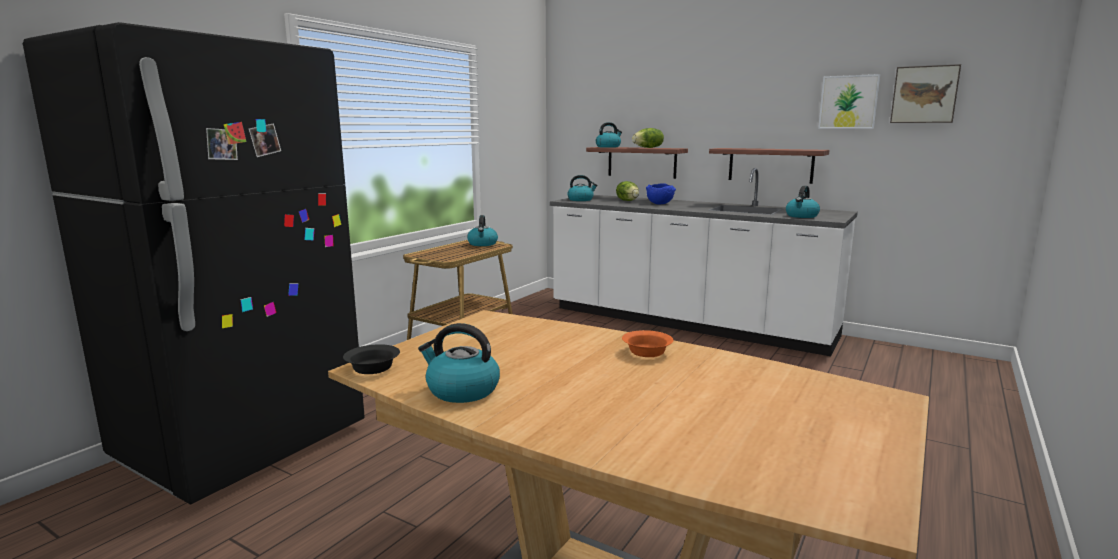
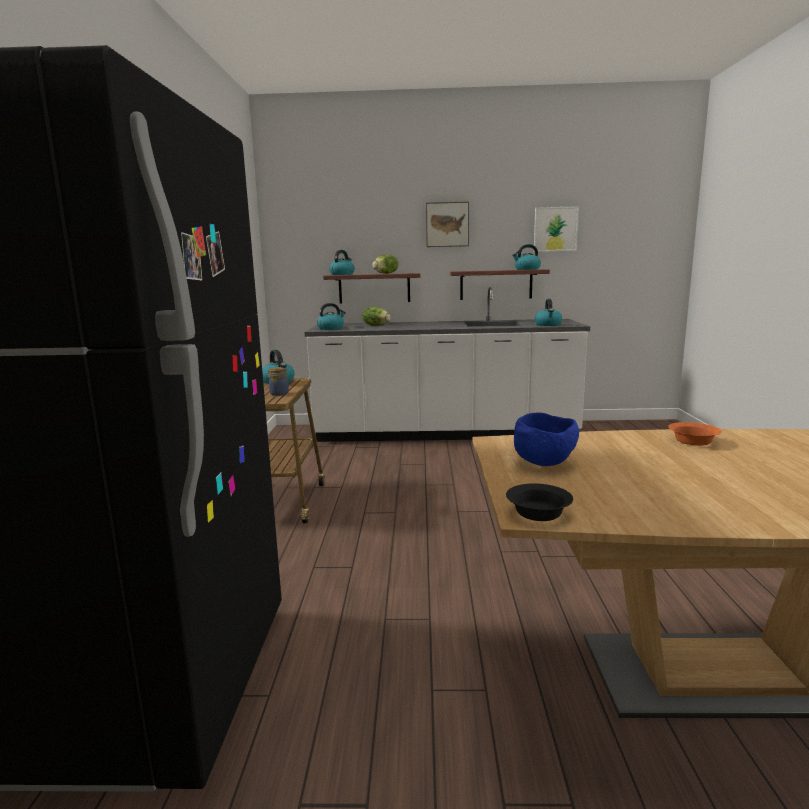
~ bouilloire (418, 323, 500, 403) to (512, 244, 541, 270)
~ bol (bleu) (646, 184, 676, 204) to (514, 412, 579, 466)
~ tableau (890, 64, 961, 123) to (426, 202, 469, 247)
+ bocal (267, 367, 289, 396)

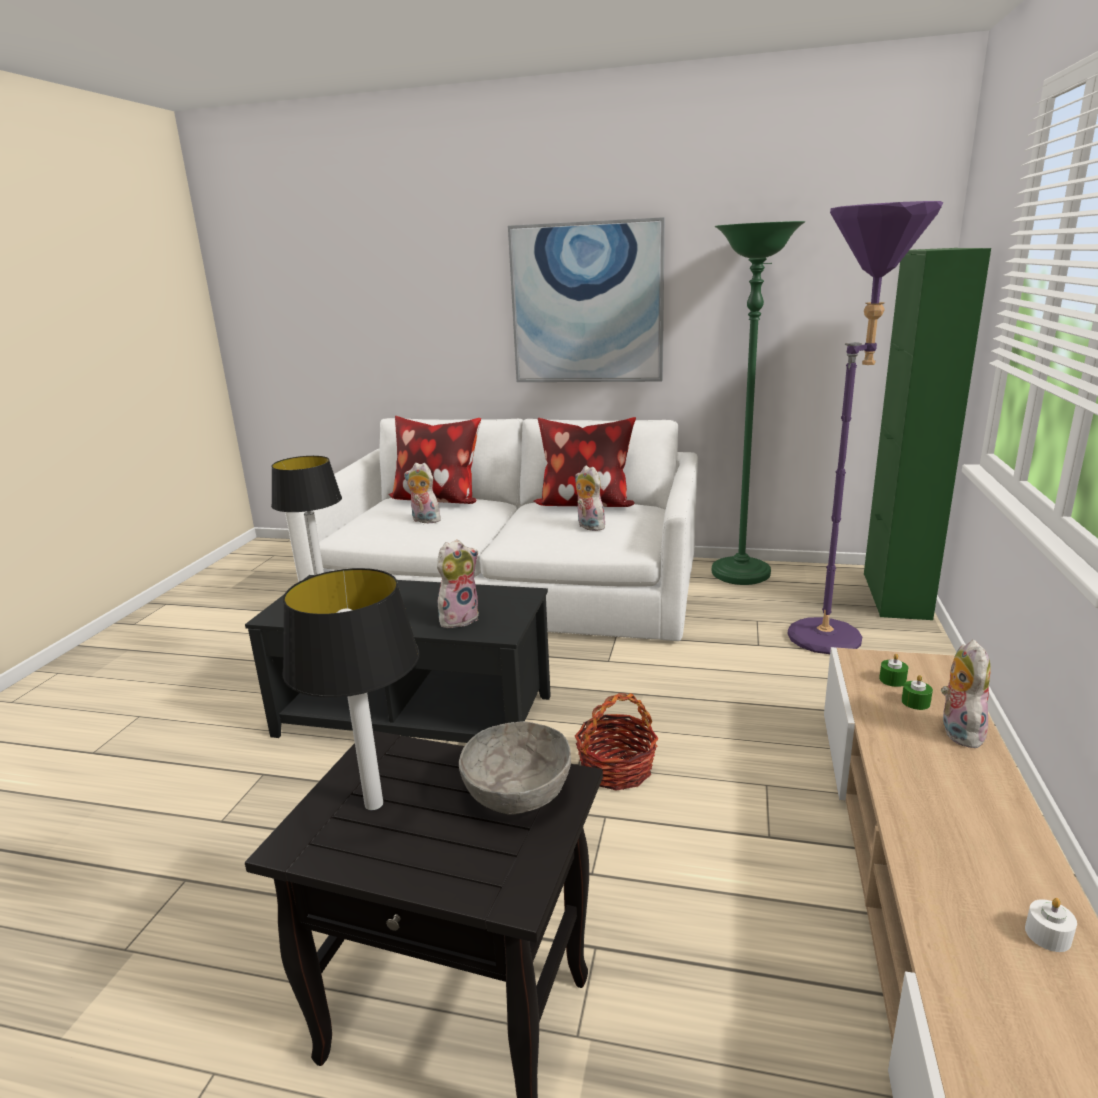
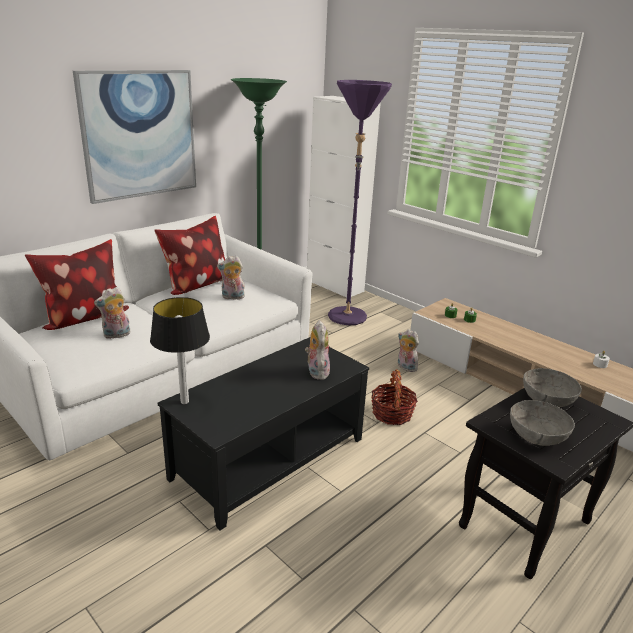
~ lampe de table (282, 568, 420, 810) to bol (gris) (510, 400, 575, 446)
~ meuble de rangement (vert) (864, 248, 991, 620) to meuble de rangement (blanc) (307, 96, 381, 298)
~ peluche (941, 640, 990, 748) to (398, 329, 420, 372)

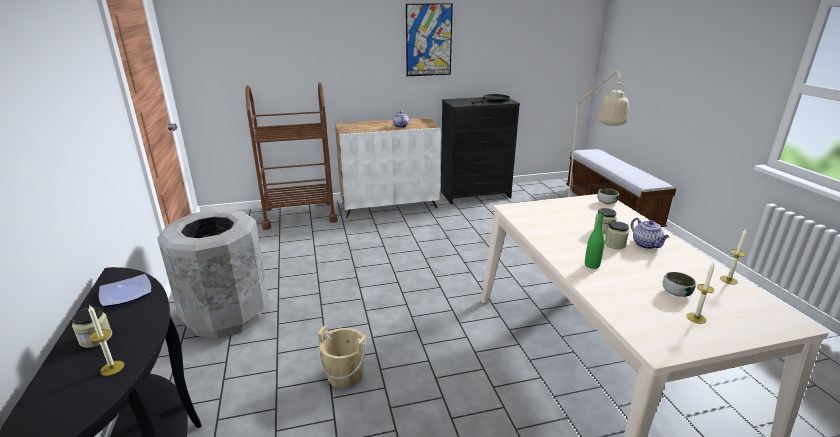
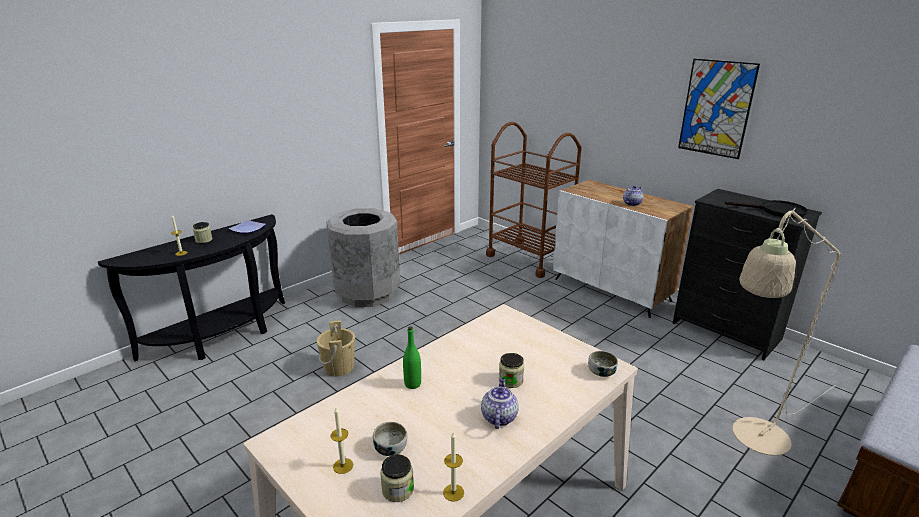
~ bocal (605, 221, 629, 249) to (380, 454, 414, 502)
~ théière (631, 218, 669, 249) = (481, 378, 519, 429) 150 degrees clockwise

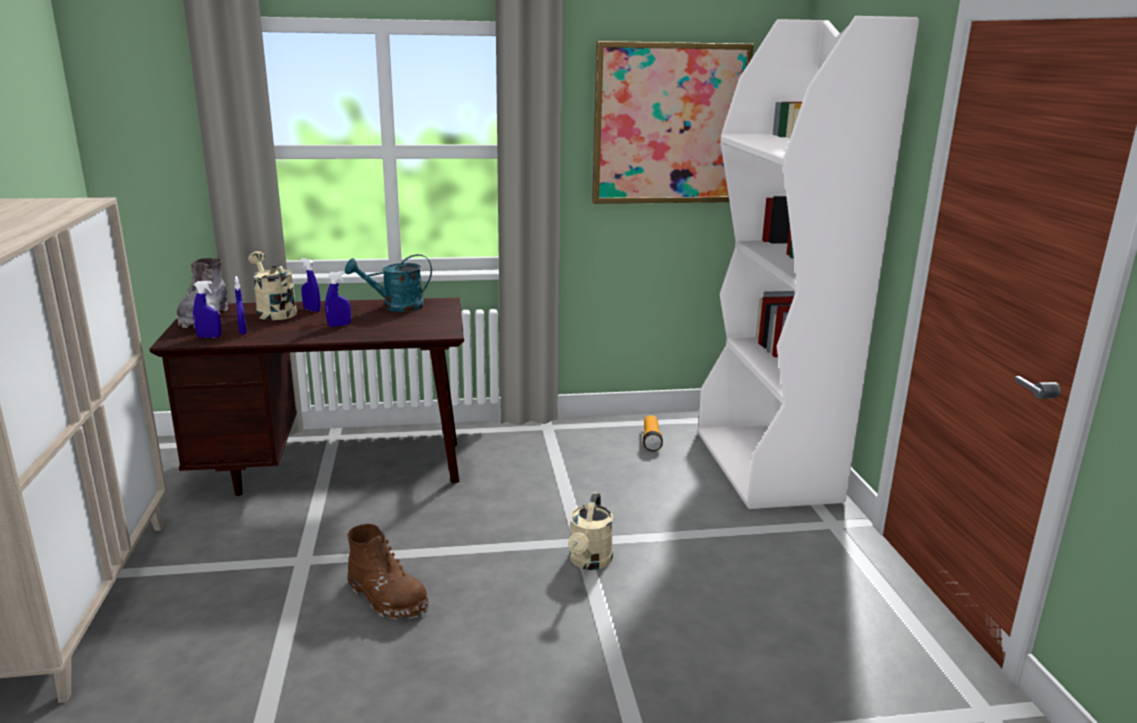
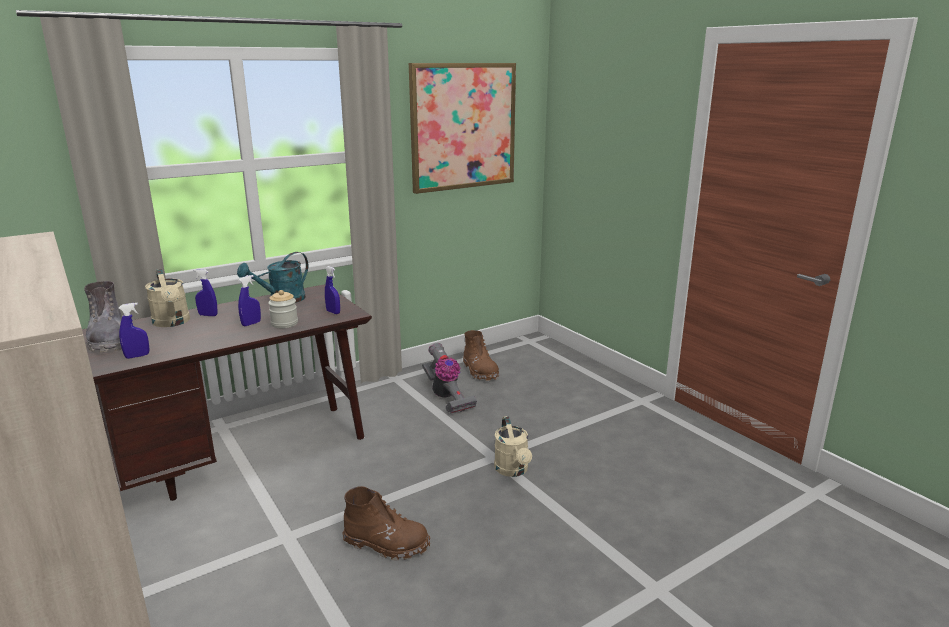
~ vaporisateur (bleu) (235, 276, 247, 335) to (325, 266, 340, 314)
~ arrosoir (beige) (248, 251, 297, 320) = (145, 269, 190, 327) 150 degrees counterclockwise
~ lampe de poche (643, 415, 663, 451) to botte (marron) (463, 330, 499, 381)
- bibliothèque (blanc) (698, 16, 919, 509)
+ bocal (268, 290, 298, 328)
+ aspirateur (422, 343, 477, 414)

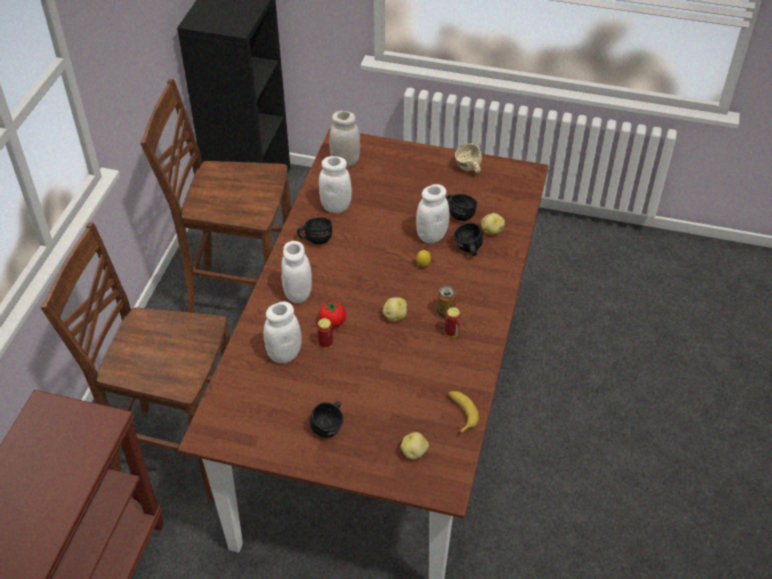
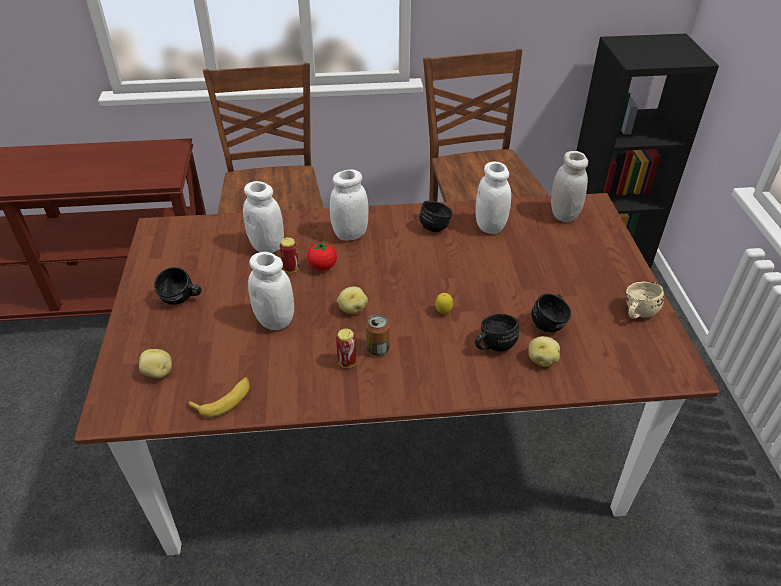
~ bocal (blanc) (416, 184, 449, 243) to (248, 252, 294, 330)

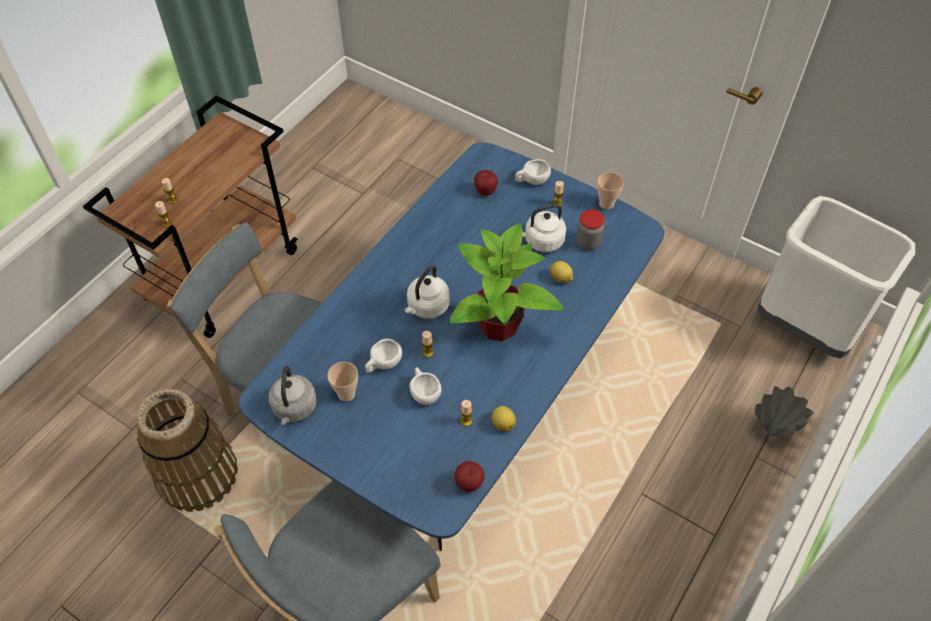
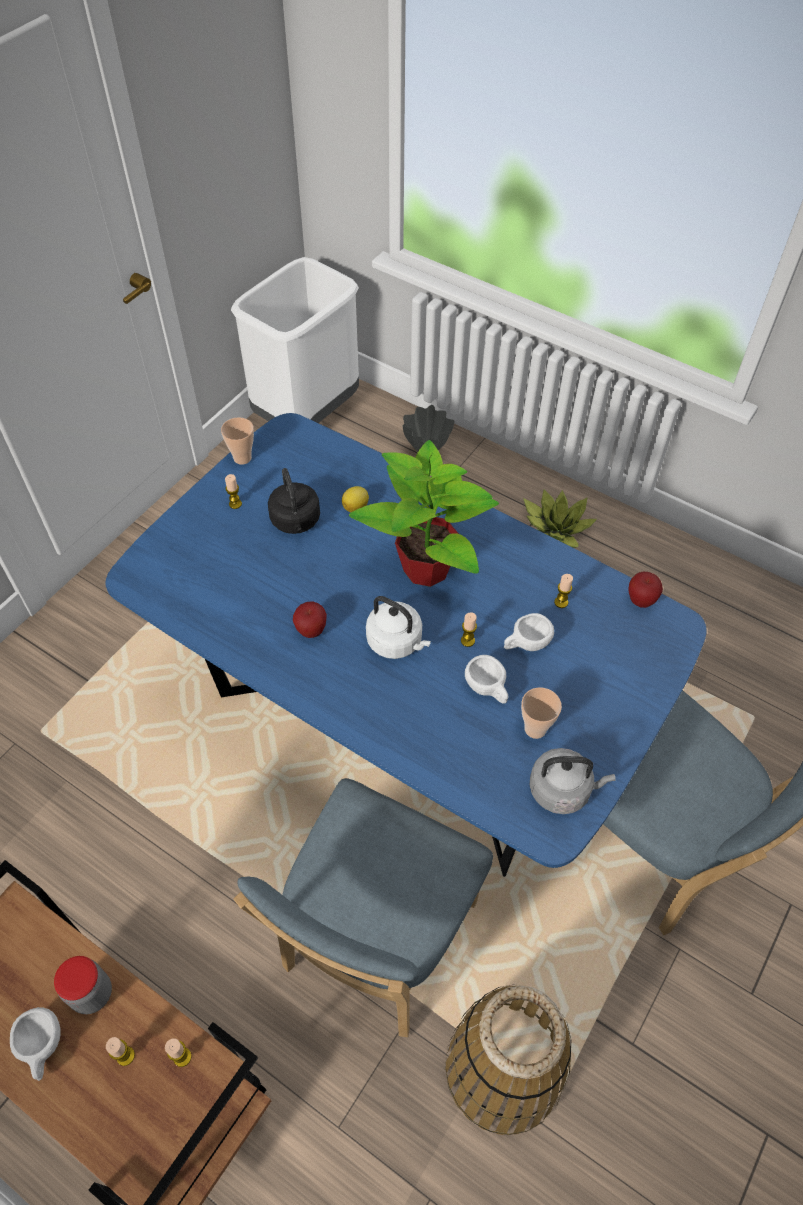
~ pomme (474, 170, 498, 196) to (293, 601, 327, 638)
- citron (492, 406, 516, 431)
~ tasse (blanc) (515, 159, 551, 185) to (10, 1007, 61, 1081)
~ bouilloire (blanc) (522, 204, 566, 252) to bouilloire (noir) (268, 468, 320, 534)
~ bocal (576, 209, 605, 250) to (54, 956, 112, 1014)
+ plante en pot (523, 490, 597, 548)

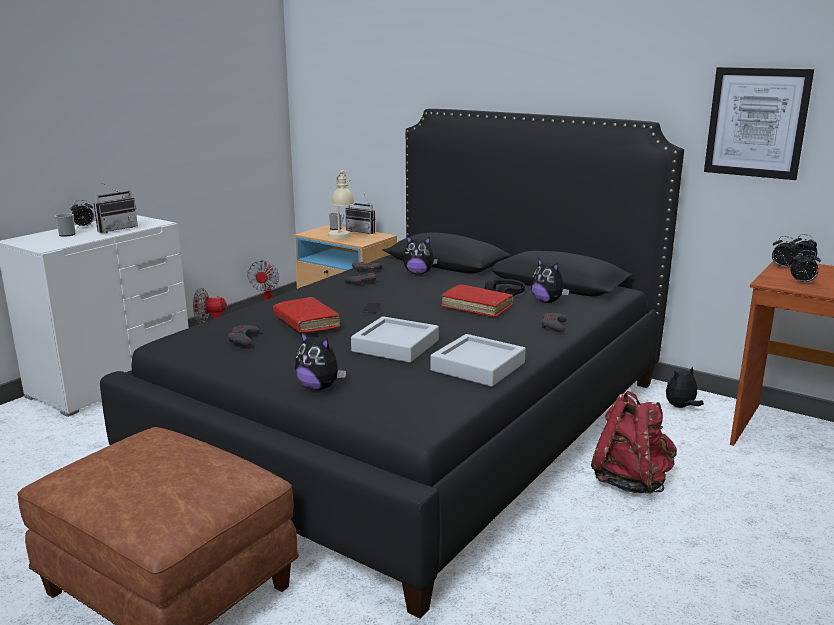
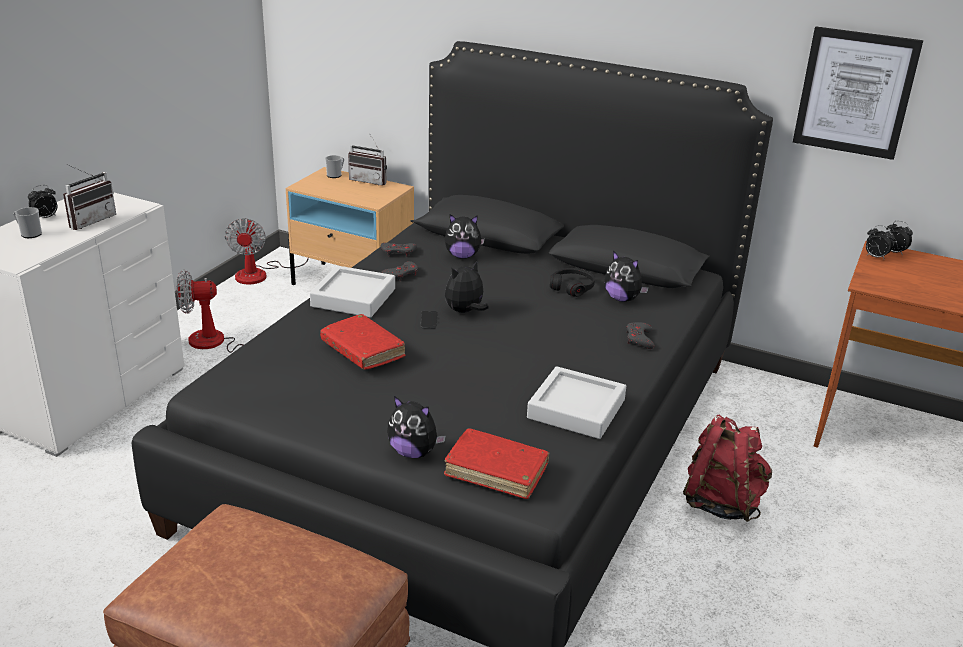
- manette (gris) (228, 325, 260, 346)
- lampe de table (beige) (328, 170, 355, 239)
~ plateau (gris) (351, 316, 439, 363) to (310, 266, 395, 317)
~ livre (rouge) (441, 284, 513, 317) to (444, 429, 549, 499)
~ peluche (666, 366, 704, 408) to (445, 261, 489, 313)
- réveil (790, 250, 821, 283)

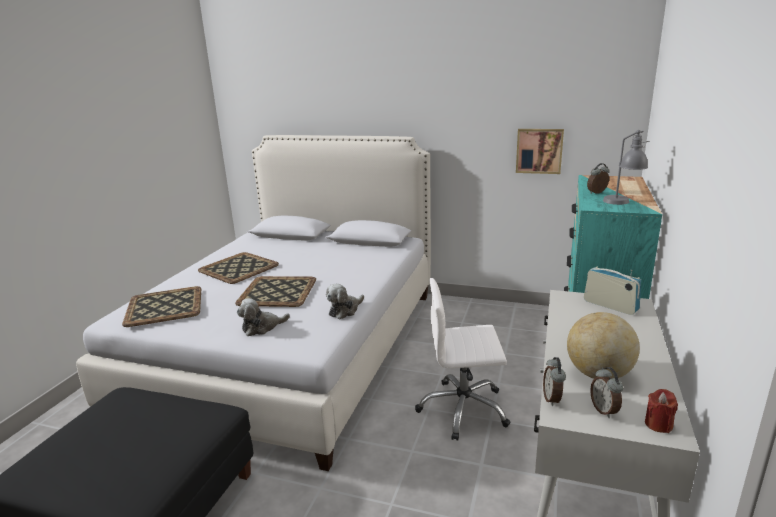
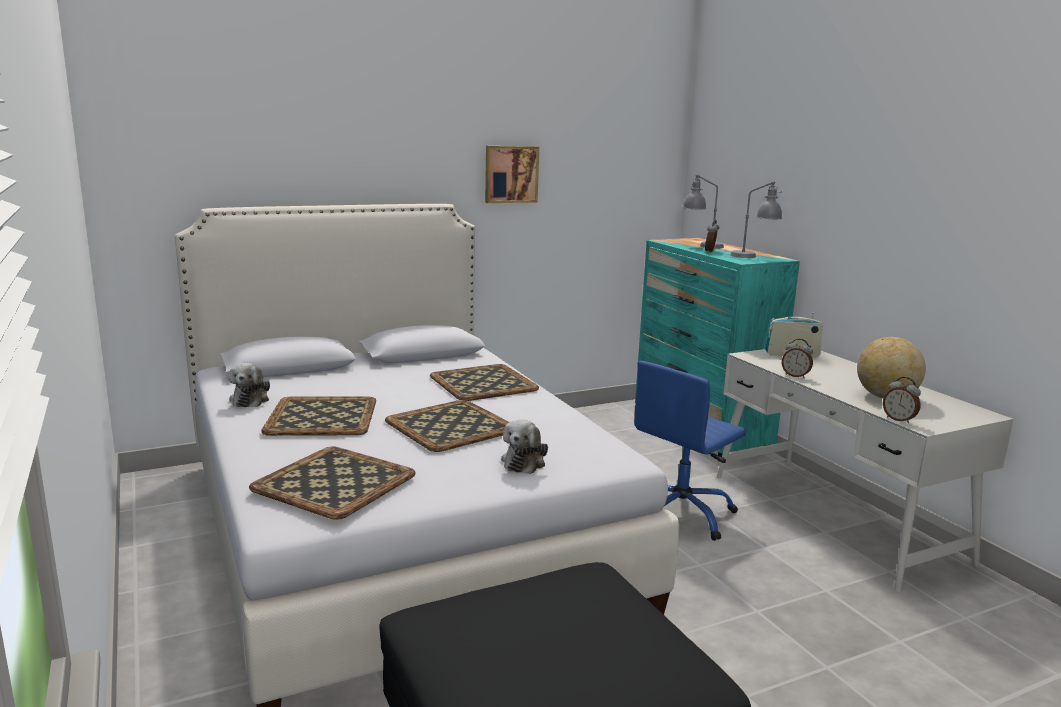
~ peluche (326, 284, 364, 319) to (229, 363, 270, 407)
~ chaise de bureau (blanc) (415, 278, 511, 441) to chaise de bureau (bleu) (634, 361, 746, 541)
~ tableau (516, 129, 564, 174) to (485, 146, 539, 203)
~ réveil (590, 367, 623, 418) to (782, 339, 813, 378)
- bougie (rouge) (645, 389, 678, 433)
+ plateau (430, 364, 539, 401)
+ lampe de table (gris) (683, 174, 724, 249)

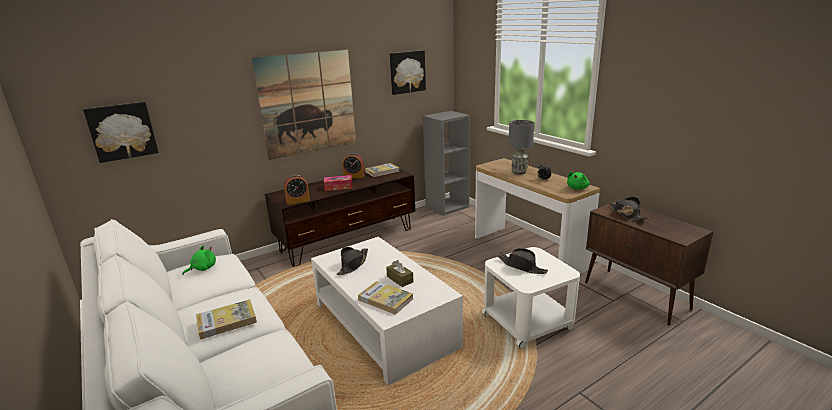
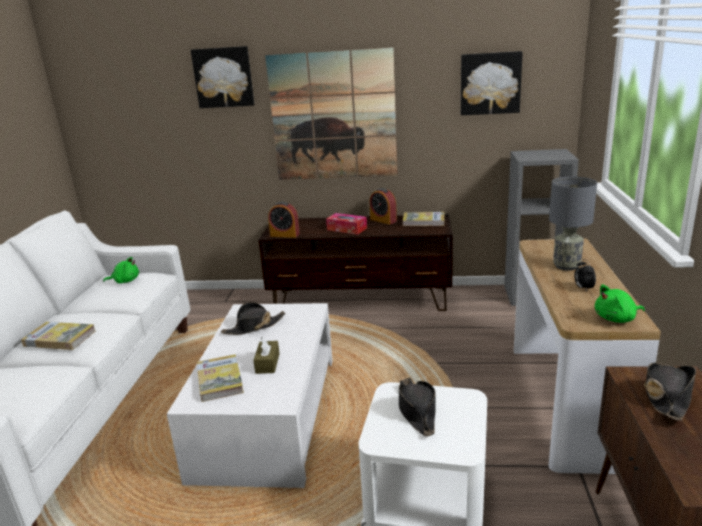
~ tableau (83, 102, 159, 163) to (191, 46, 254, 108)

